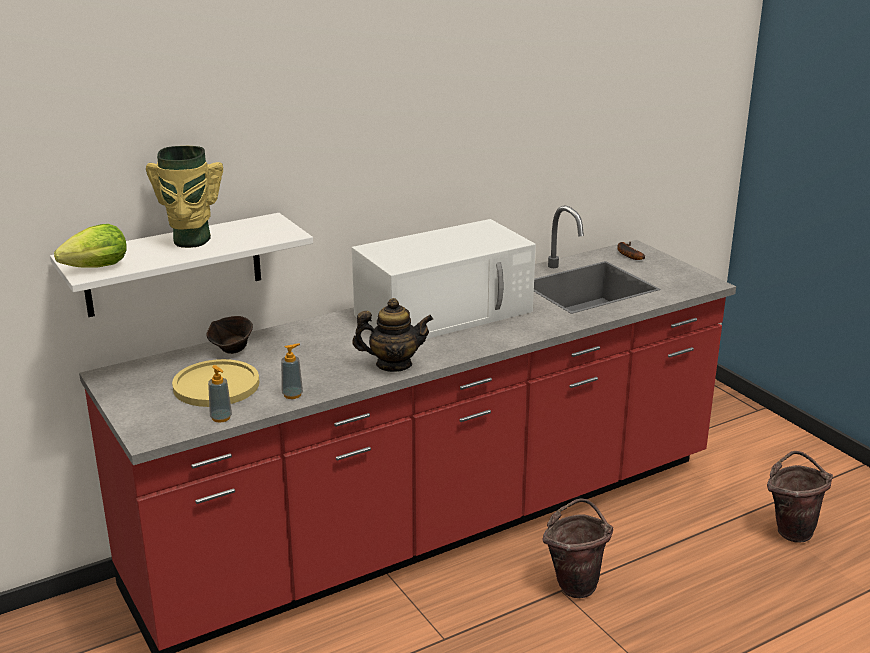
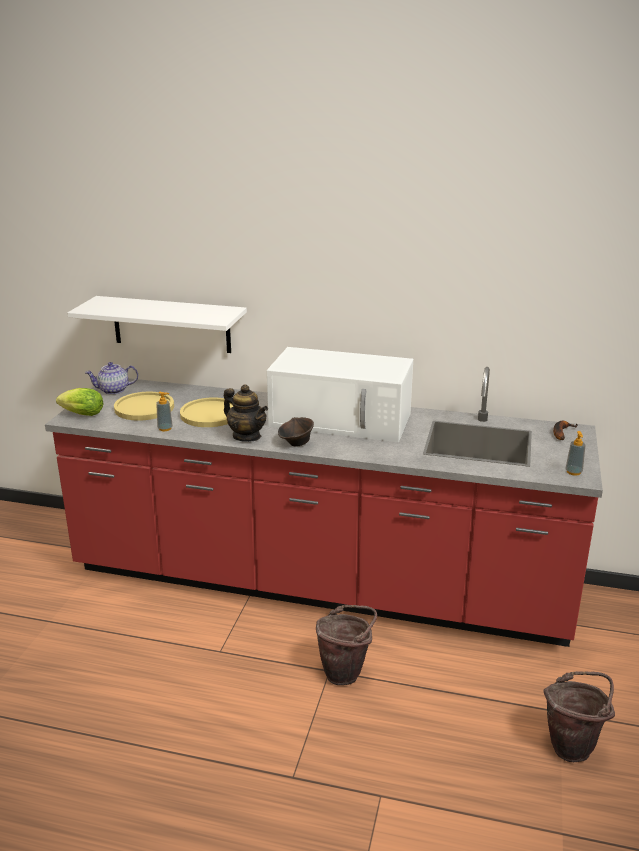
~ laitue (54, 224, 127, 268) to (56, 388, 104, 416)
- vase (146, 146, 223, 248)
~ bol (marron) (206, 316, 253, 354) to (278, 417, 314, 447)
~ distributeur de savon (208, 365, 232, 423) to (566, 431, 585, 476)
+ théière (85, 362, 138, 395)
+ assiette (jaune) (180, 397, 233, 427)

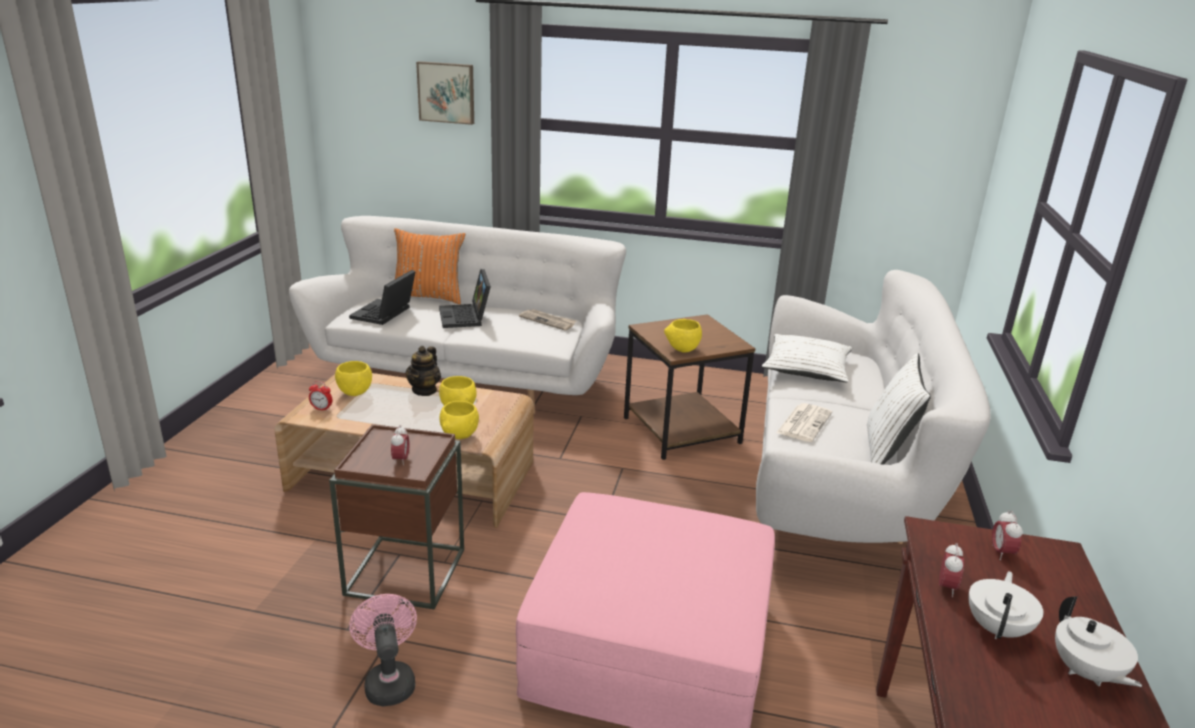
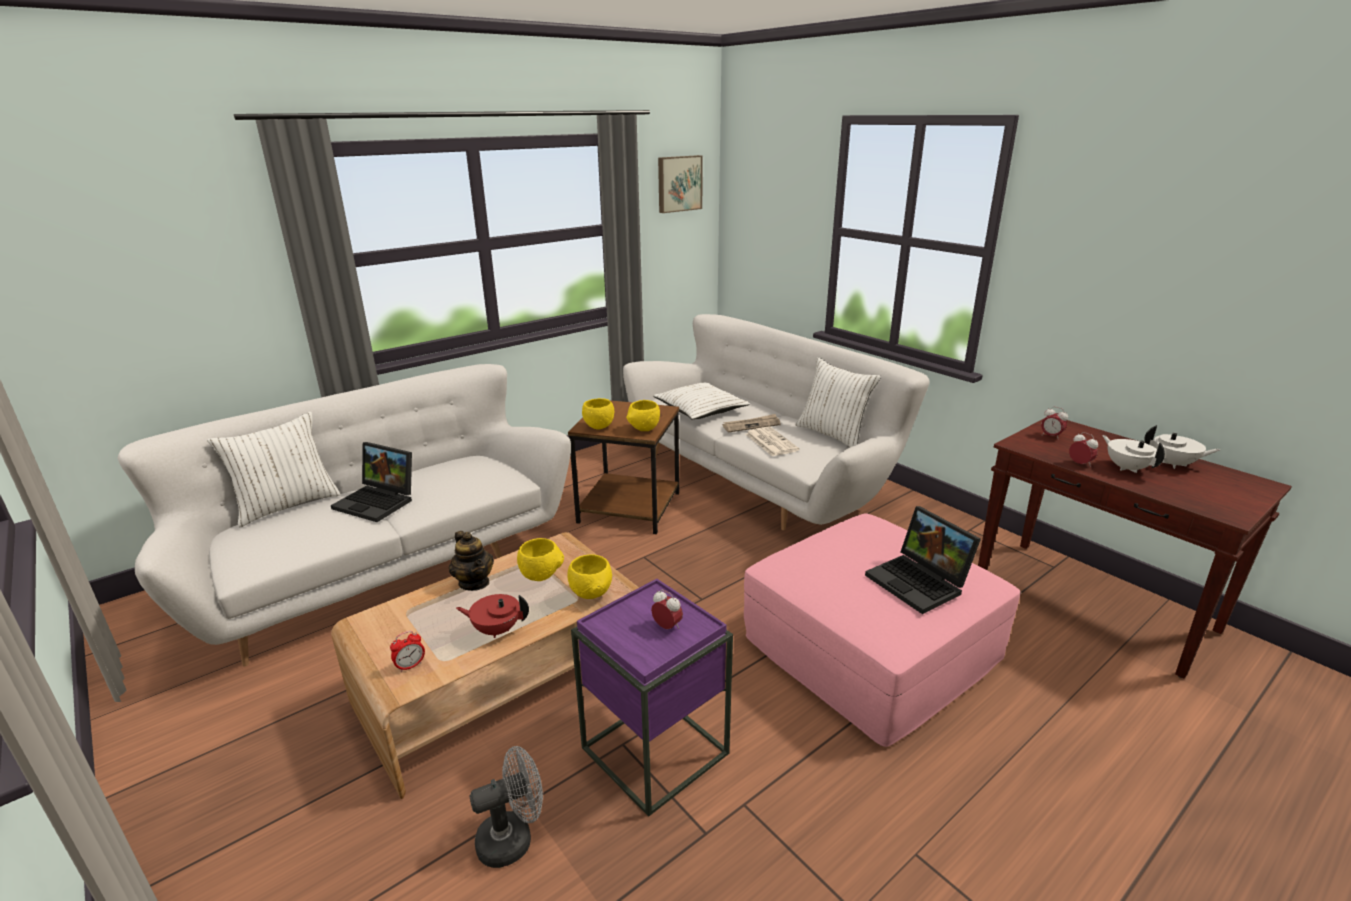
~ table d'appoint (marron) (329, 424, 464, 609) to table d'appoint (violet) (571, 579, 733, 817)
~ bol (jaune) (335, 361, 372, 396) to (582, 398, 614, 430)
~ ordinateur portable (349, 270, 416, 325) to (865, 506, 981, 614)
- ventilateur (rose) (349, 594, 417, 706)
~ coussin (orange) (394, 228, 465, 304) to coussin (blanc) (207, 412, 341, 527)
~ tableau (416, 61, 474, 125) to (658, 155, 703, 213)
~ journal (519, 309, 577, 330) to (723, 414, 781, 432)
+ théière (rouge) (456, 594, 529, 638)
+ ventilateur (gris) (470, 746, 543, 868)

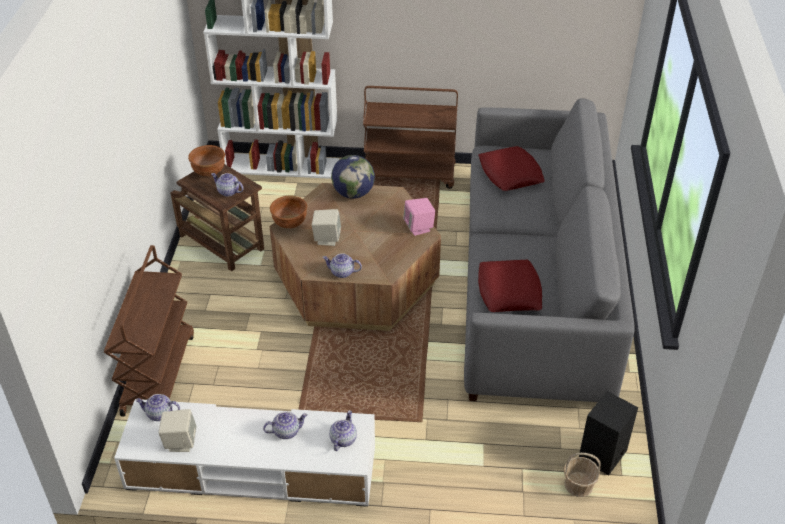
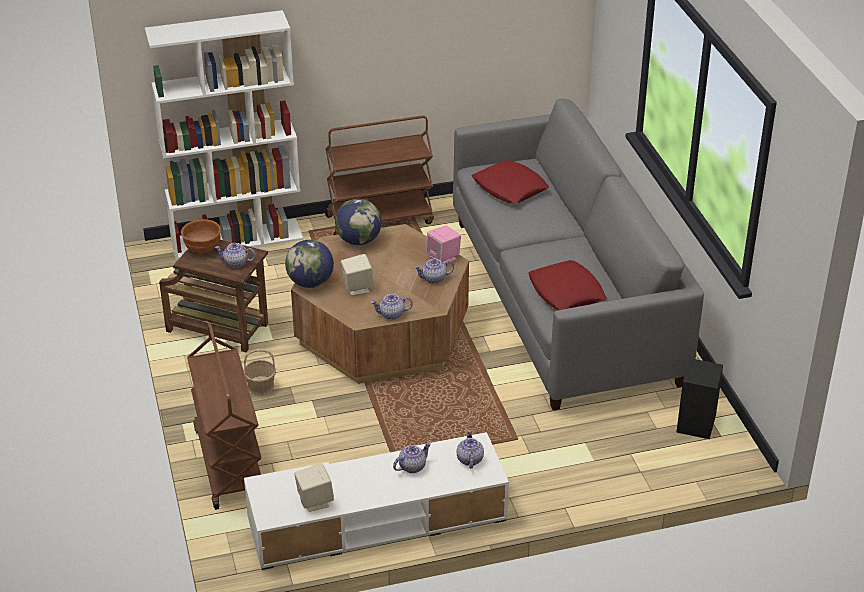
~ théière (135, 394, 180, 421) to (414, 259, 454, 284)
~ bol (marron) (270, 195, 307, 229) to globe (285, 240, 334, 288)
~ panier (564, 453, 600, 497) to (243, 349, 276, 395)

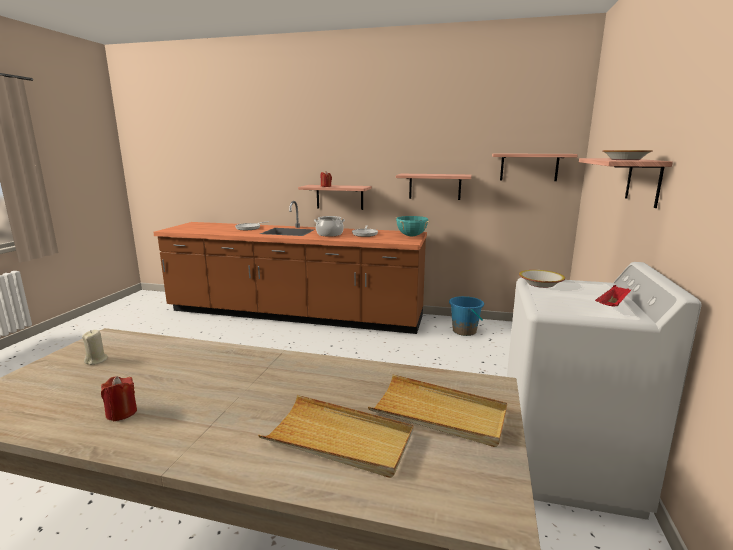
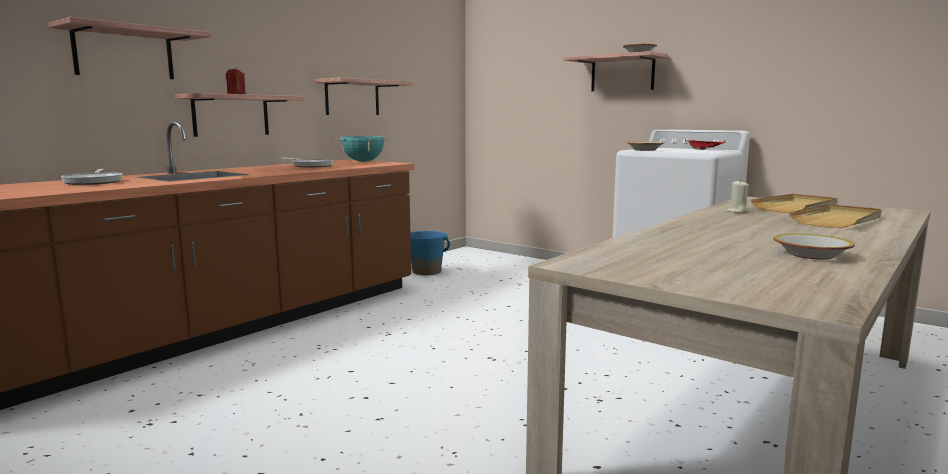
~ bougie (beige) (82, 330, 108, 365) to (727, 180, 749, 213)
~ bougie (rouge) (101, 376, 137, 421) to bol (773, 233, 855, 259)
- marmite (314, 216, 345, 237)
~ étagère (492, 154, 578, 181) to (48, 17, 212, 79)

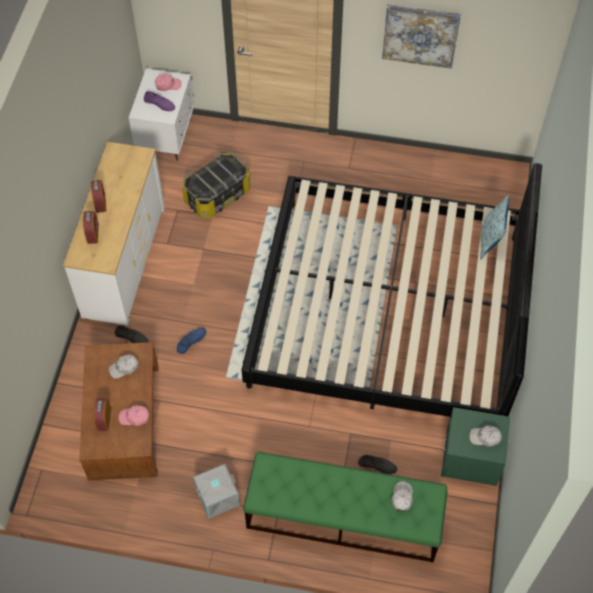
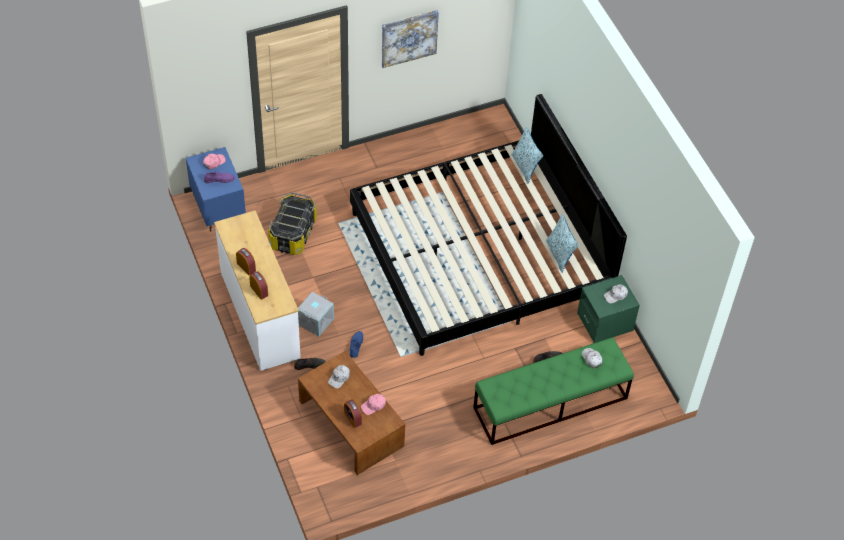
~ table de chevet (blanc) (129, 68, 194, 161) to table de chevet (bleu) (186, 147, 246, 232)
~ boîte de rangement (gris) (193, 464, 240, 519) to (298, 292, 334, 336)
+ coussin (546, 214, 579, 273)

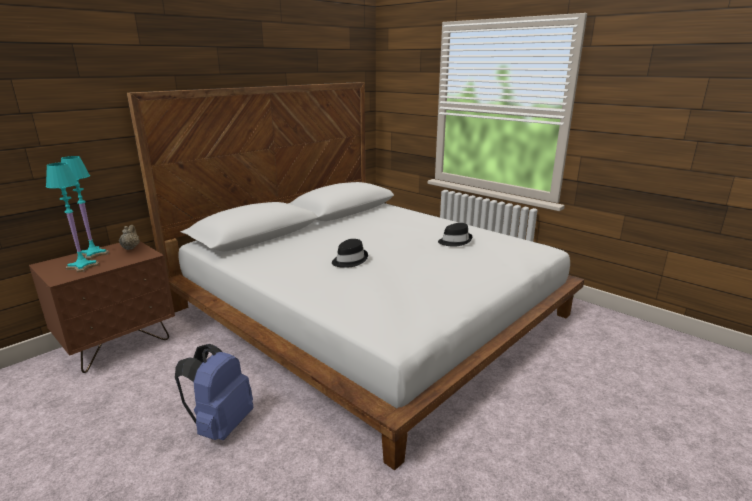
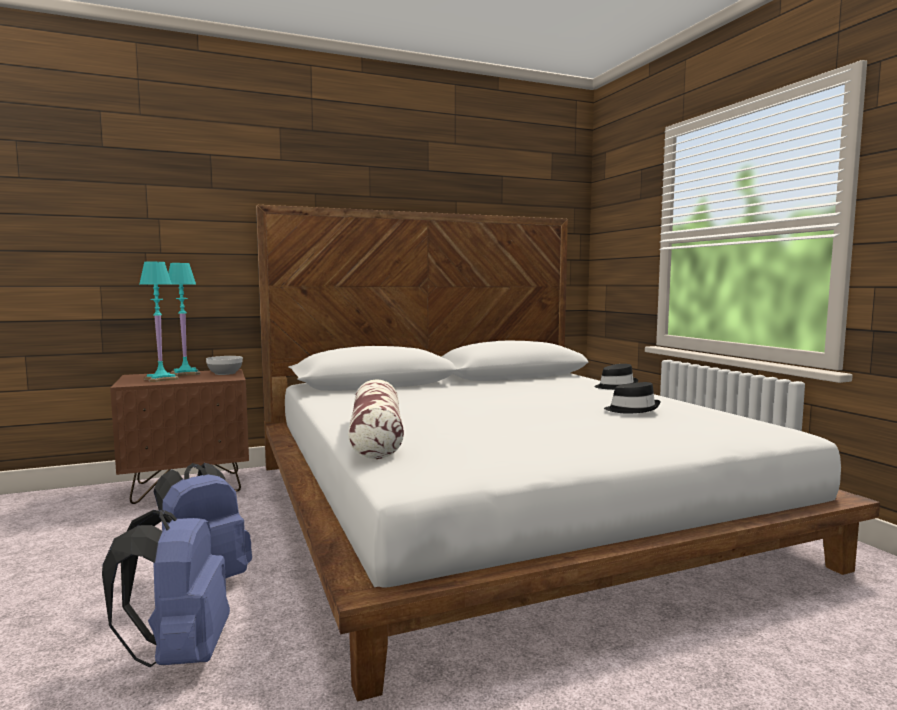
~ théière (beige) (119, 225, 140, 250) to bol (206, 356, 243, 375)
~ chapeau (noir) (332, 239, 368, 268) to (594, 364, 638, 390)
+ sac à dos (bleu) (102, 510, 230, 667)
+ coussin (348, 379, 404, 459)

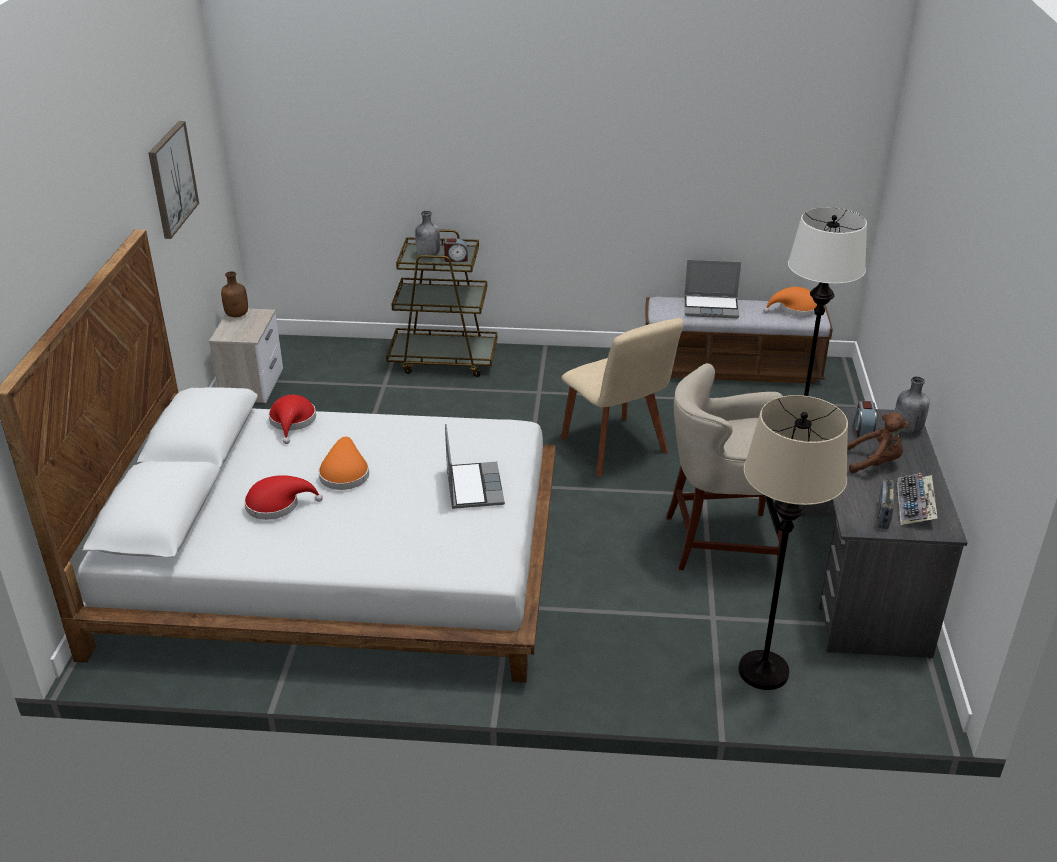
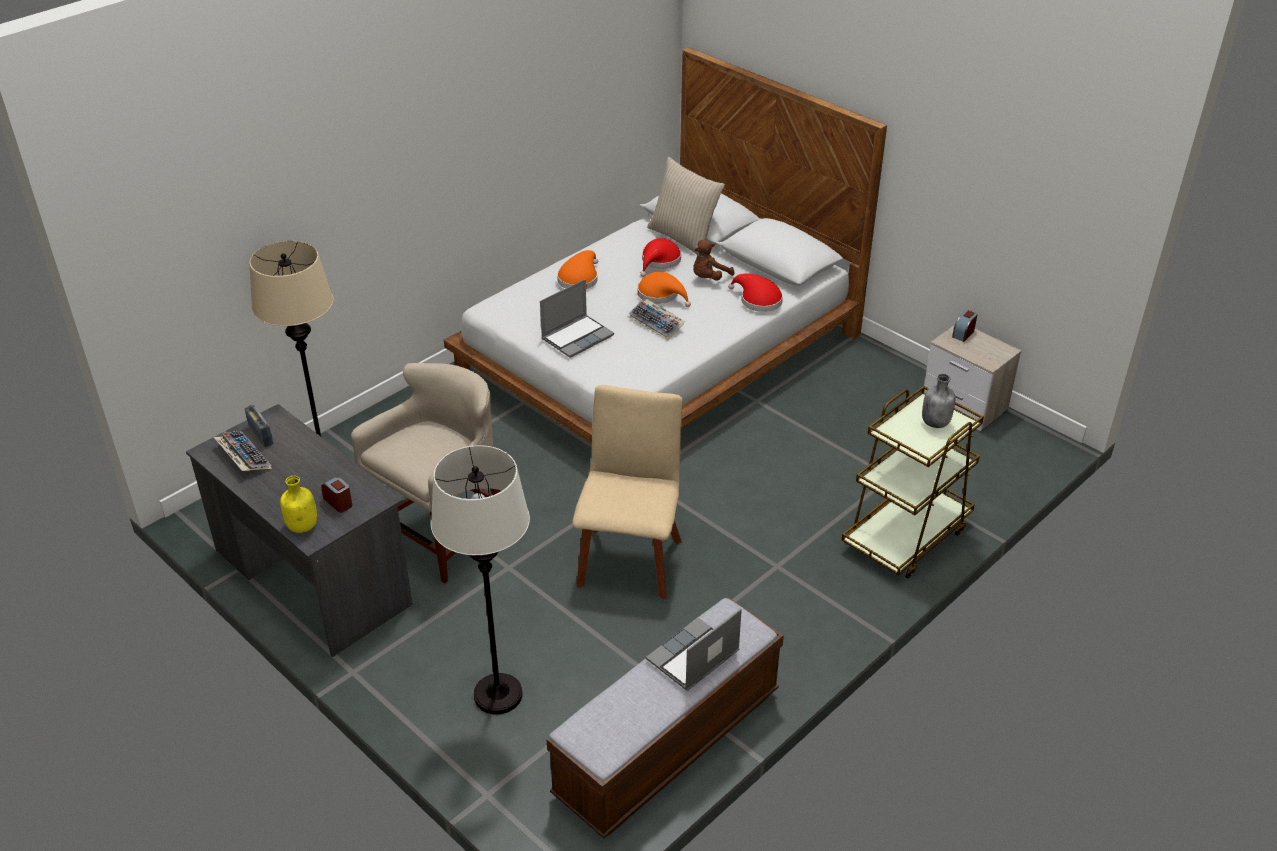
- tableau (148, 121, 199, 239)
- bouteille (marron) (221, 271, 248, 317)
~ réveil (444, 238, 468, 262) to (952, 310, 977, 342)
~ ordinateur portable (445, 424, 505, 509) = (540, 279, 614, 358) 75 degrees counterclockwise
~ chaise (beige) (561, 318, 684, 477) = (572, 385, 683, 599) 90 degrees clockwise
~ chapeau (orange) (763, 287, 817, 317) to (557, 250, 598, 289)
~ peluche (marron) (847, 413, 909, 473) to (693, 239, 734, 281)
~ bouteille (gris) (894, 376, 929, 433) to bouteille (jaune) (280, 476, 317, 533)
+ clavier (629, 299, 685, 340)
+ coussin (beige) (647, 157, 725, 255)

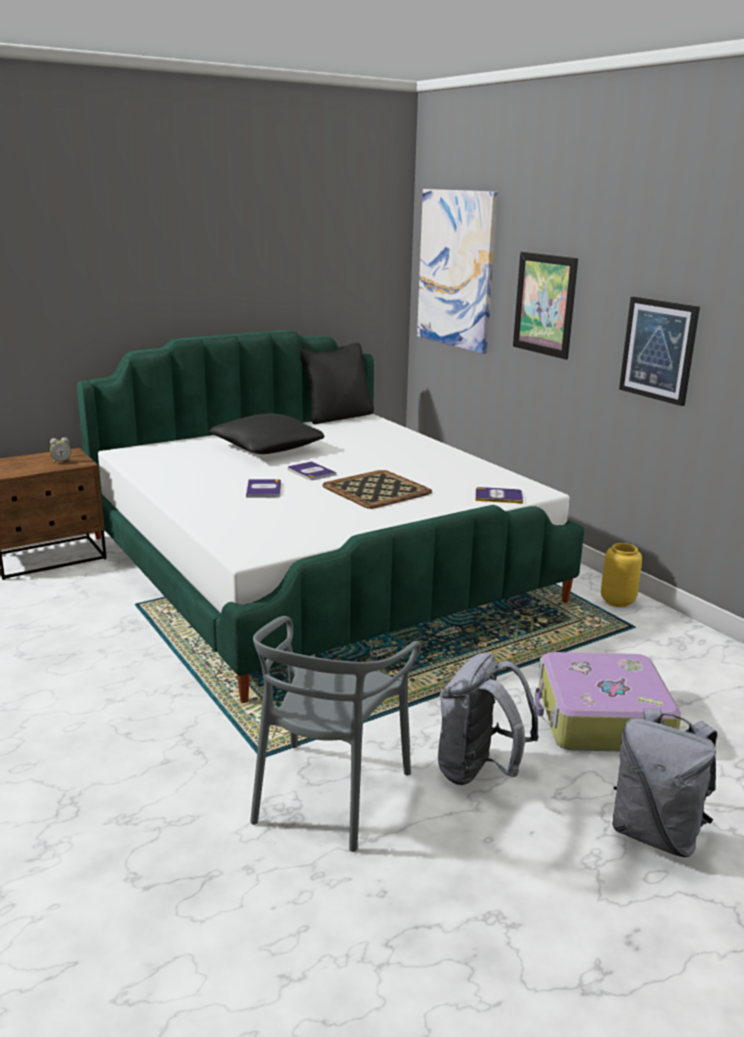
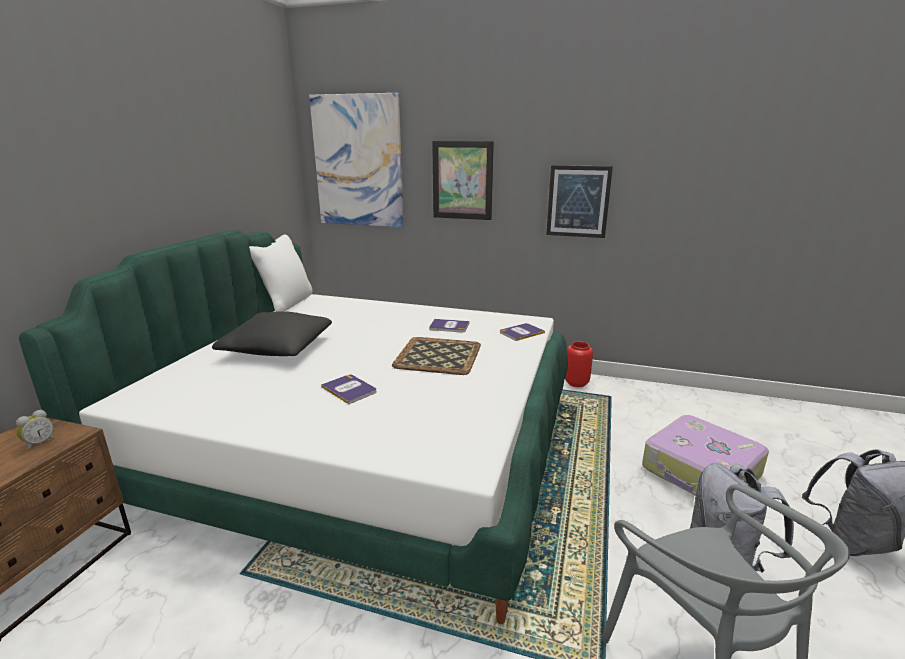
~ livre (288, 461, 337, 480) to (429, 319, 469, 332)
~ coussin (noir) (300, 343, 374, 424) to coussin (blanc) (249, 235, 312, 312)
~ vase (jaune) (601, 543, 642, 607) to vase (rouge) (565, 341, 593, 387)

